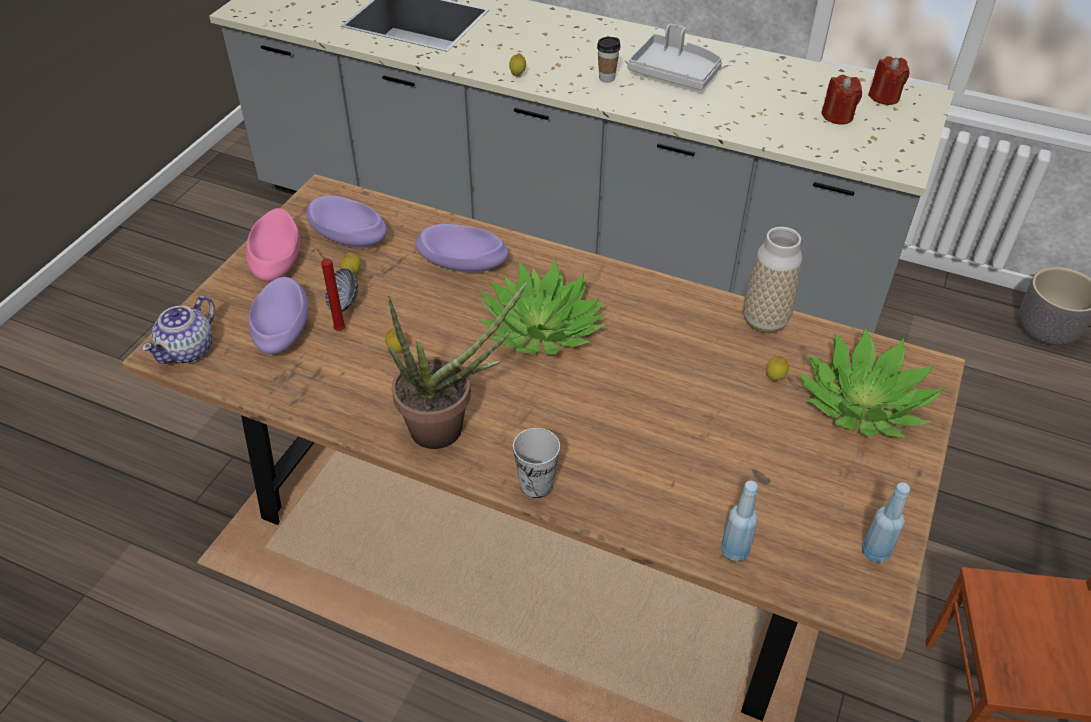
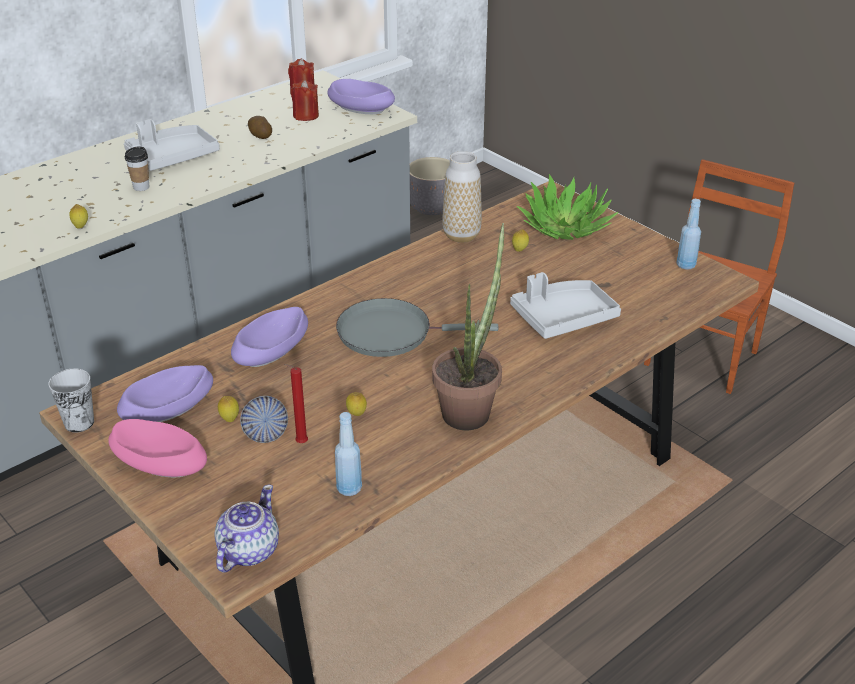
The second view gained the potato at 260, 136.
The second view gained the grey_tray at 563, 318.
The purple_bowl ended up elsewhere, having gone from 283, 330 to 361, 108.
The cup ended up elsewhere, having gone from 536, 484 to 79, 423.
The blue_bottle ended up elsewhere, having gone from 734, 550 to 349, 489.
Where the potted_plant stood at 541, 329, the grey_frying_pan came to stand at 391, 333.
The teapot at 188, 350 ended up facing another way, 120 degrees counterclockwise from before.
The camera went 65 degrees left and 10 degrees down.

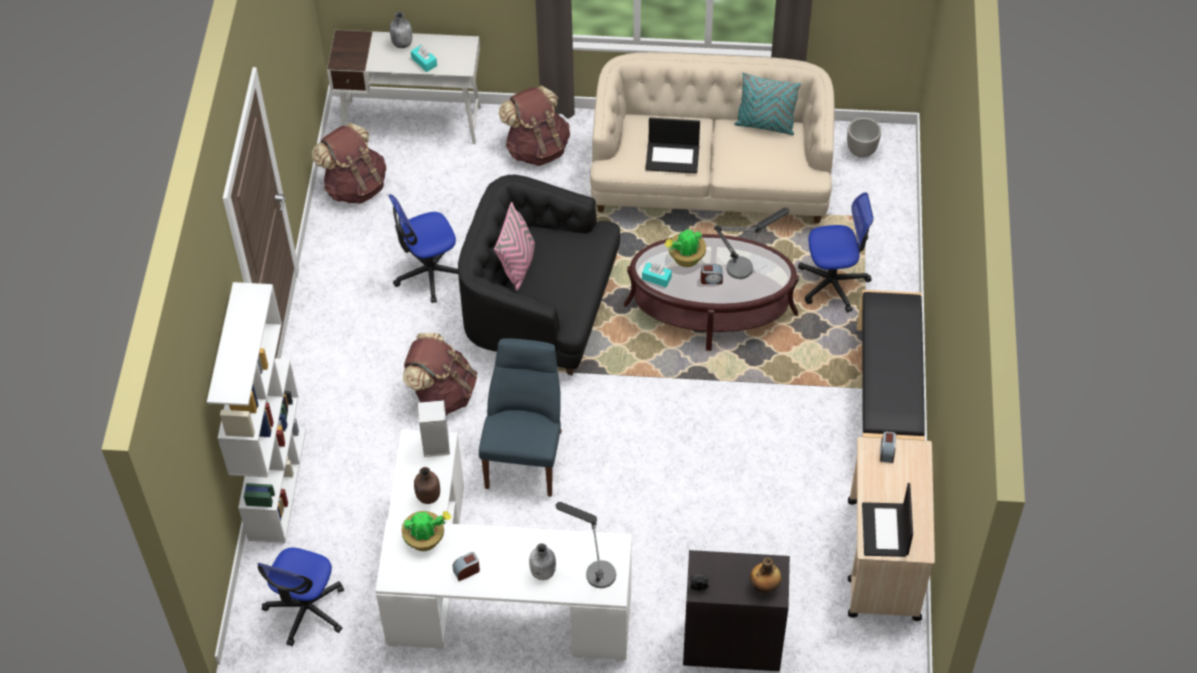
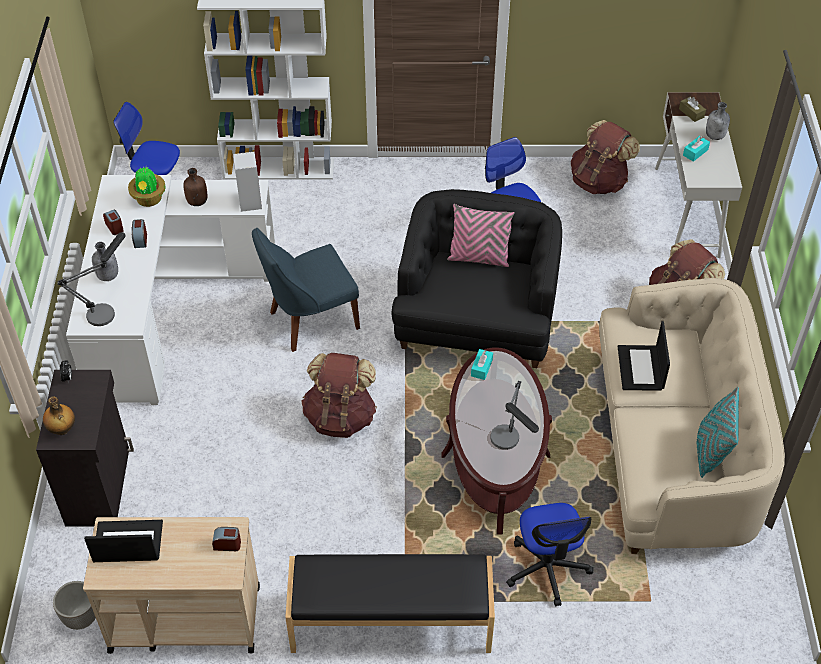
The second view lost the potted_plant at 685, 258.
The second view gained the brown_tissue_box at 691, 113.
The brown_backpack ended up elsewhere, having gone from 442, 393 to 340, 417.
The alarm_clock ended up elsewhere, having gone from 711, 279 to 140, 240.
The planter ended up elsewhere, having gone from 861, 151 to 81, 618.
The blue_chair at 525, 455 ended up facing another way, 150 degrees clockwise from before.
The camera went 85 degrees right and 5 degrees down.

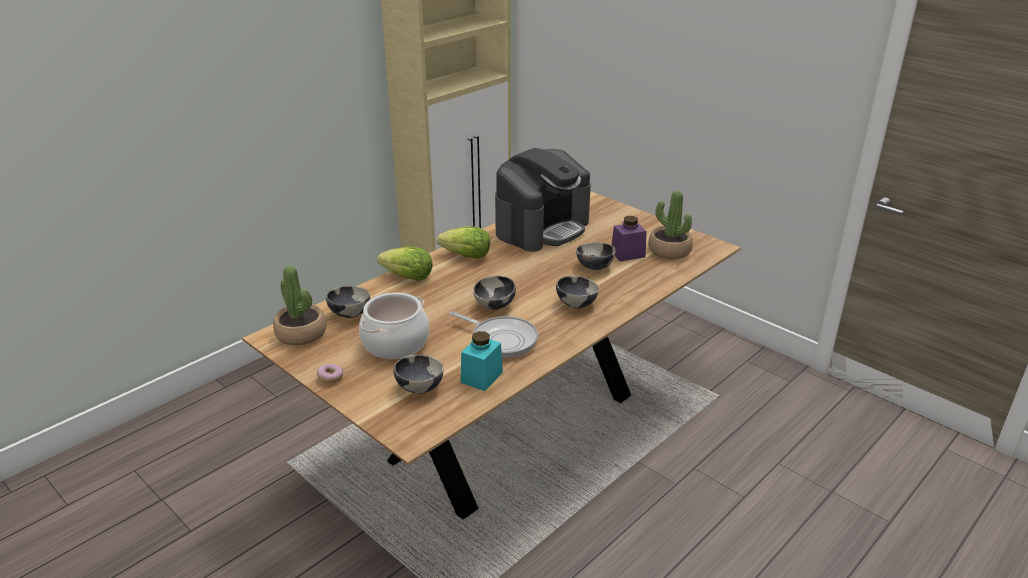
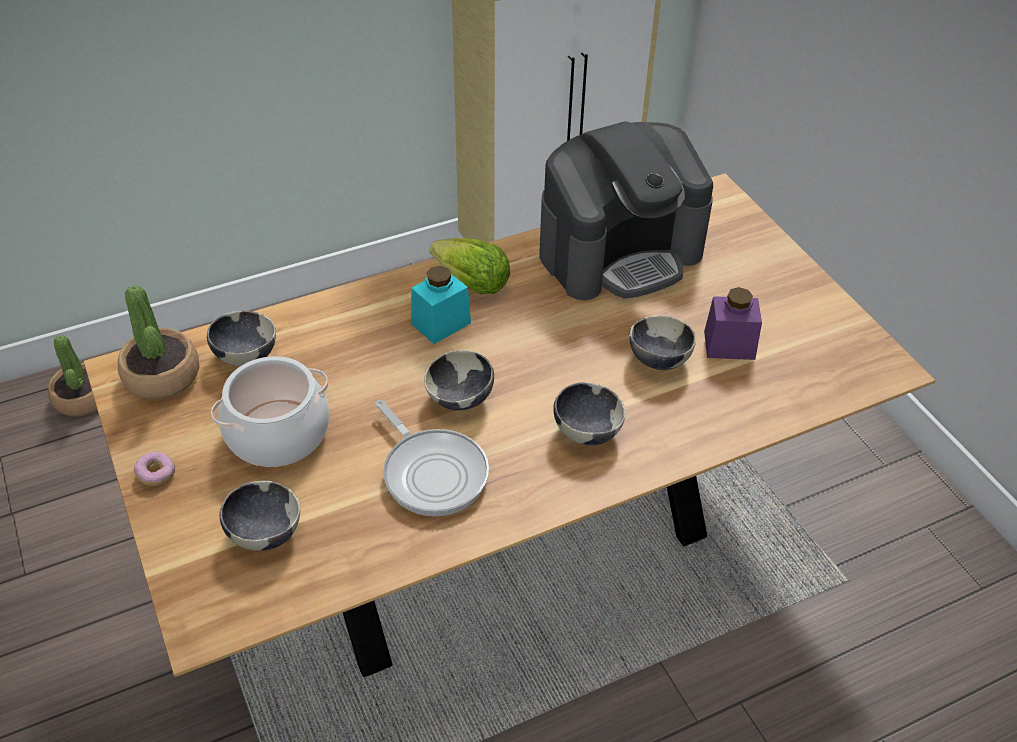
The second view lost the lettuce at 408, 277.
The turquoise_jar ended up elsewhere, having gone from 481, 377 to 441, 323.
The potted_plant ended up elsewhere, having gone from 669, 250 to 82, 398.
The camera went 20 degrees right and 15 degrees up.

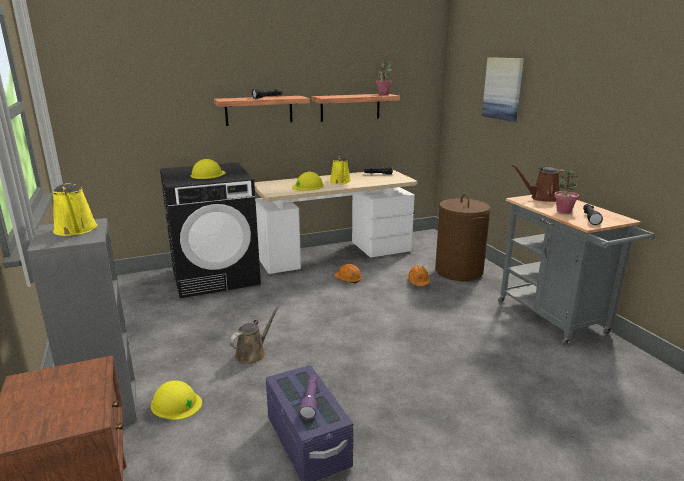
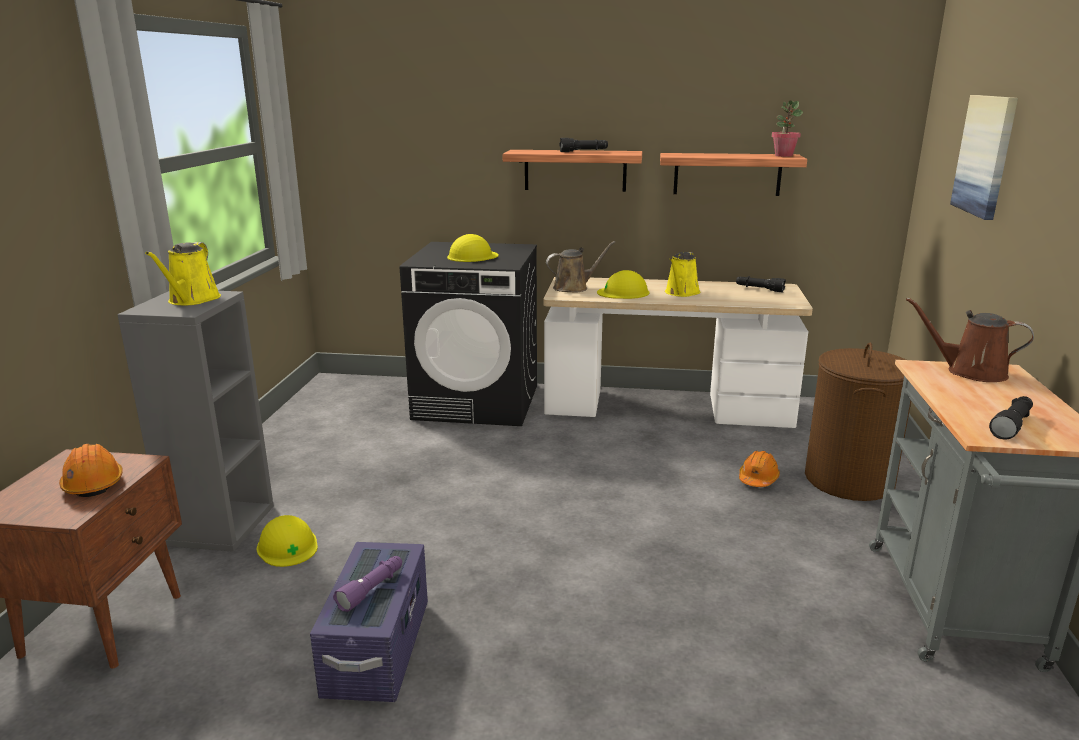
The second view lost the potted_plant at 563, 211.
The brown_watering_can ended up elsewhere, having gone from 253, 353 to 574, 288.
The orange_hard_hat ended up elsewhere, having gone from 348, 279 to 93, 483.
The camera went 30 degrees right and 0 degrees up.

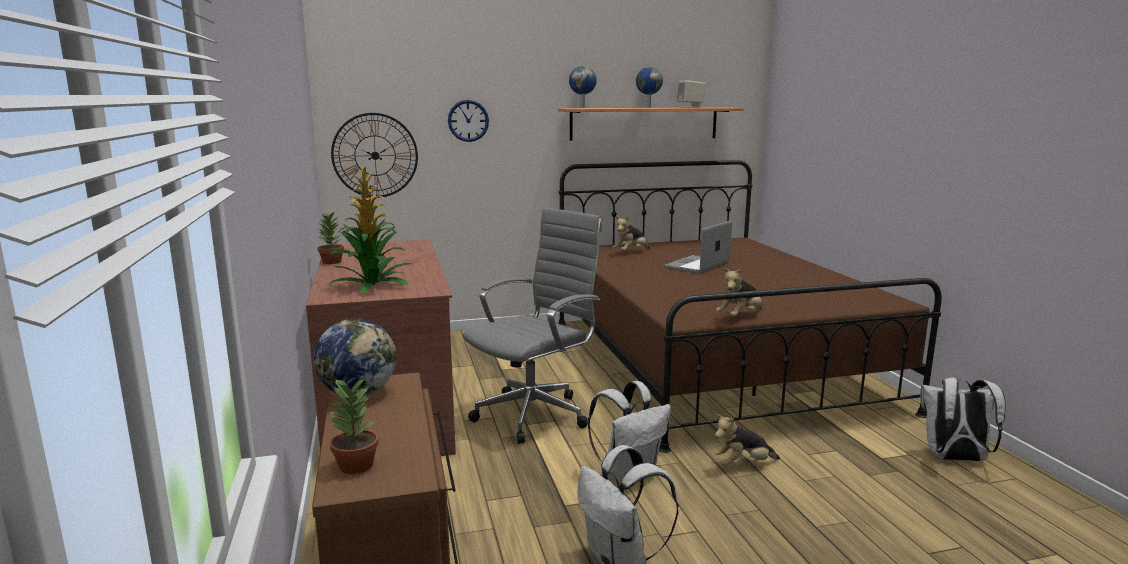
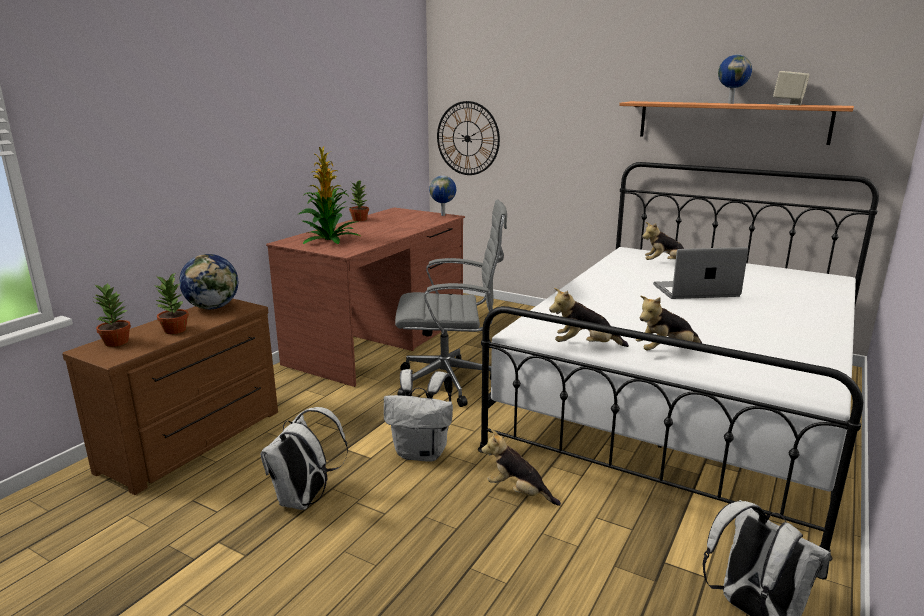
The second view lost the wall_clock at 468, 120.
The second view gained the potted_plant at 175, 330.
The second view gained the plush_toy at 665, 351.
The globe ended up elsewhere, having gone from 582, 108 to 443, 215.
What was the brown_bed at 712, 362 turned into the white_bed at 683, 402.
The camera went 45 degrees right and 5 degrees up.

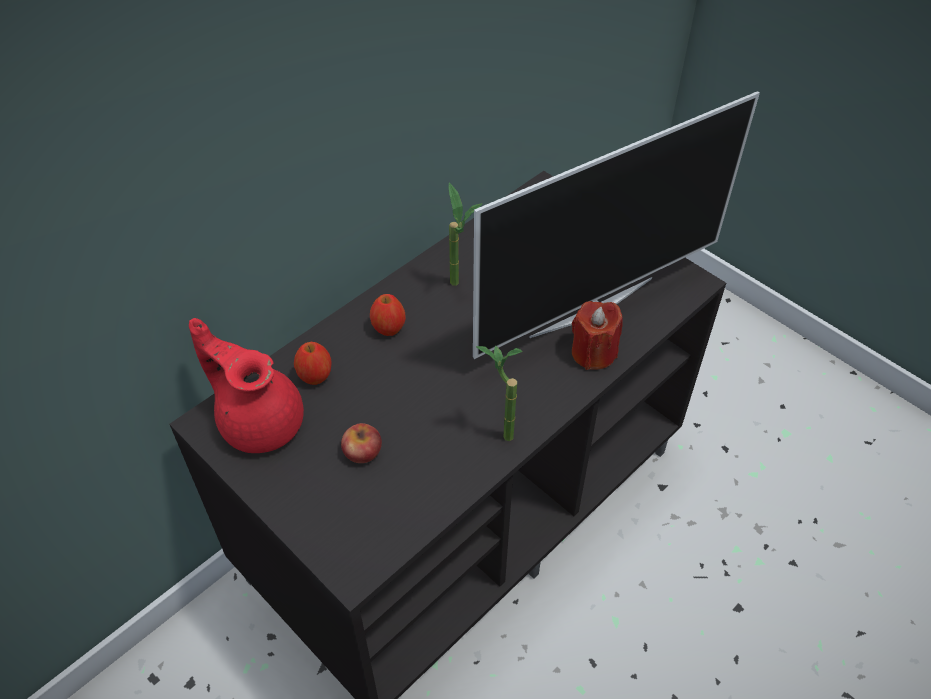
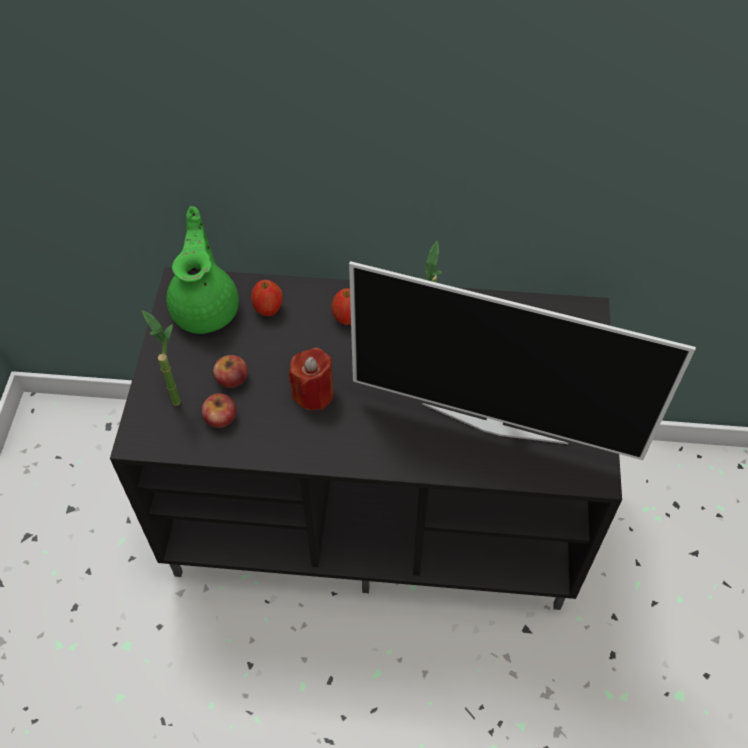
The second view gained the apple at 220, 417.
The potted_plant ended up elsewhere, having gone from 498, 433 to 174, 395.
The red_candle ended up elsewhere, having gone from 593, 353 to 313, 393.
What was the red_teapot at 259, 420 turned into the green_teapot at 206, 308.
The camera went 50 degrees right and 5 degrees up.

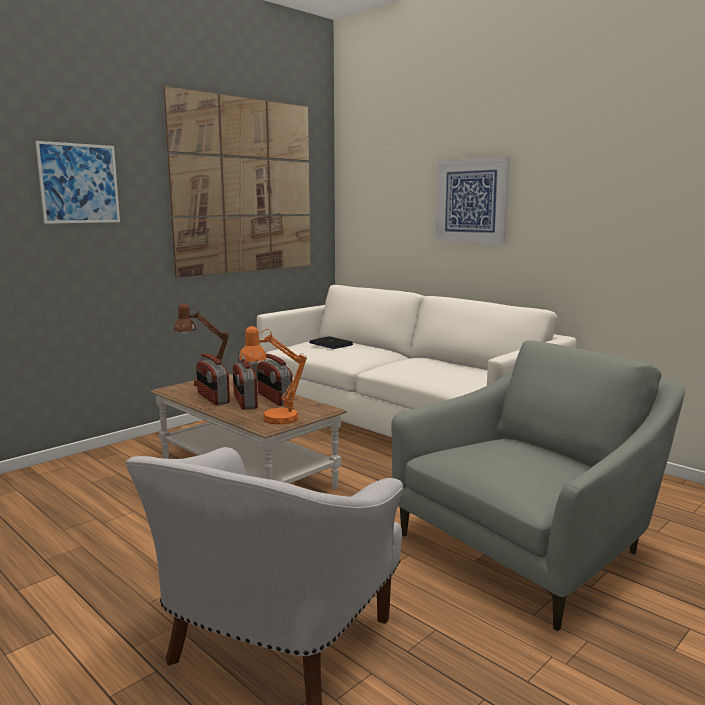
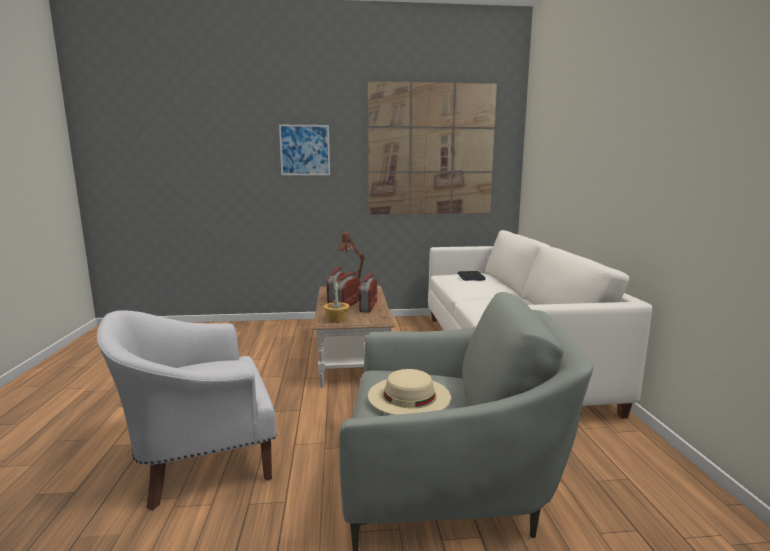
The second view lost the picture at 471, 201.
The second view gained the beige_hat at 409, 395.
Where the orange_table_lamp stood at 273, 419, the potted_plant came to stand at 337, 319.
The camera went 40 degrees right and 0 degrees up.

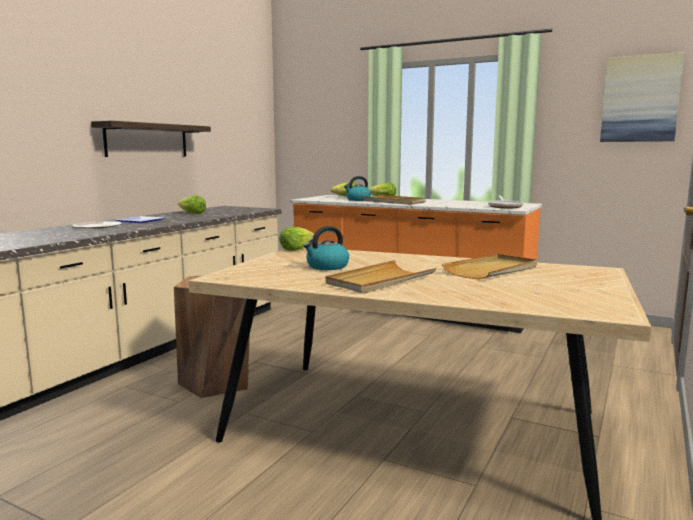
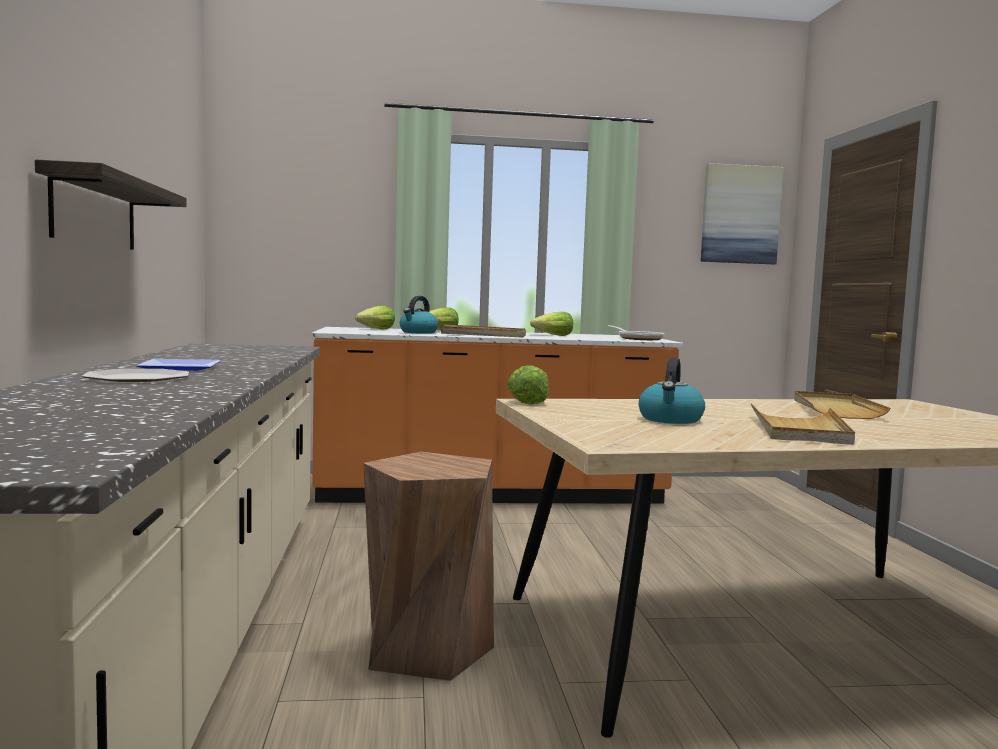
The lettuce ended up elsewhere, having gone from 191, 213 to 553, 335.
The camera went 35 degrees left and 5 degrees down.

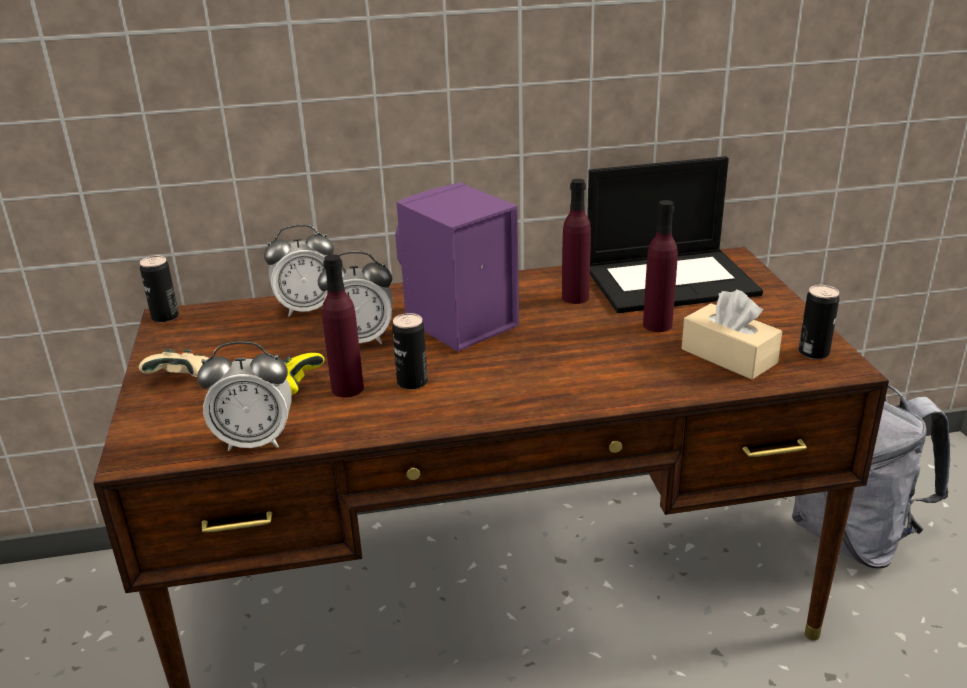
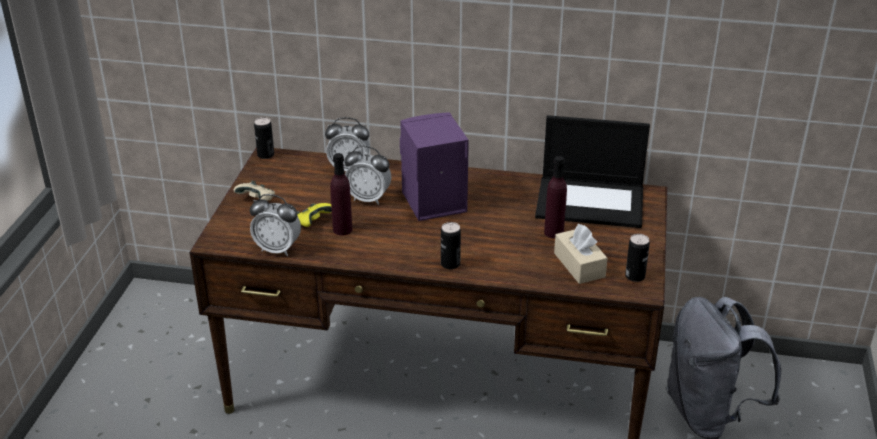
The second view lost the purple_bottle at 575, 297.
The can ended up elsewhere, having gone from 412, 382 to 450, 264.
The camera went 20 degrees right and 5 degrees up.

